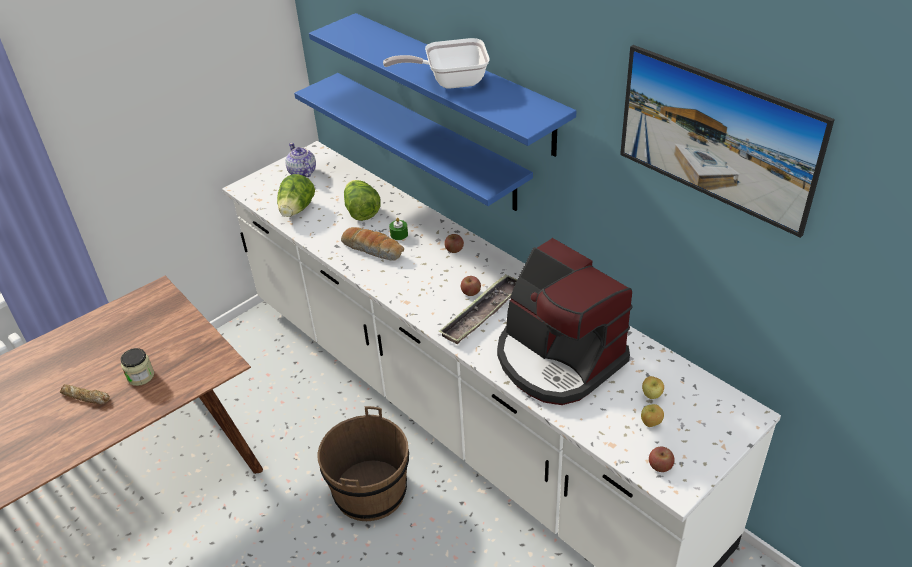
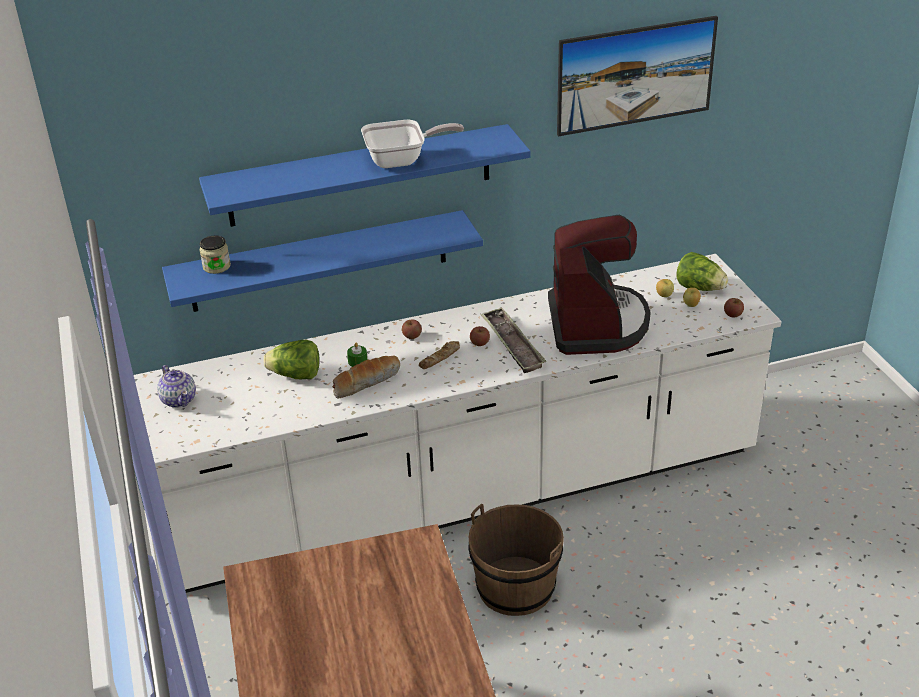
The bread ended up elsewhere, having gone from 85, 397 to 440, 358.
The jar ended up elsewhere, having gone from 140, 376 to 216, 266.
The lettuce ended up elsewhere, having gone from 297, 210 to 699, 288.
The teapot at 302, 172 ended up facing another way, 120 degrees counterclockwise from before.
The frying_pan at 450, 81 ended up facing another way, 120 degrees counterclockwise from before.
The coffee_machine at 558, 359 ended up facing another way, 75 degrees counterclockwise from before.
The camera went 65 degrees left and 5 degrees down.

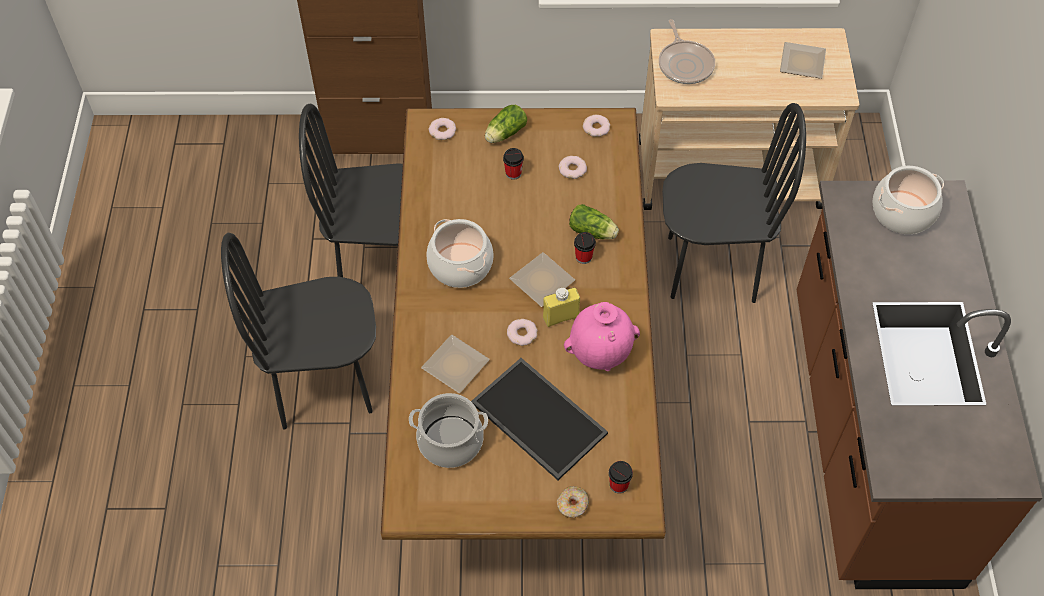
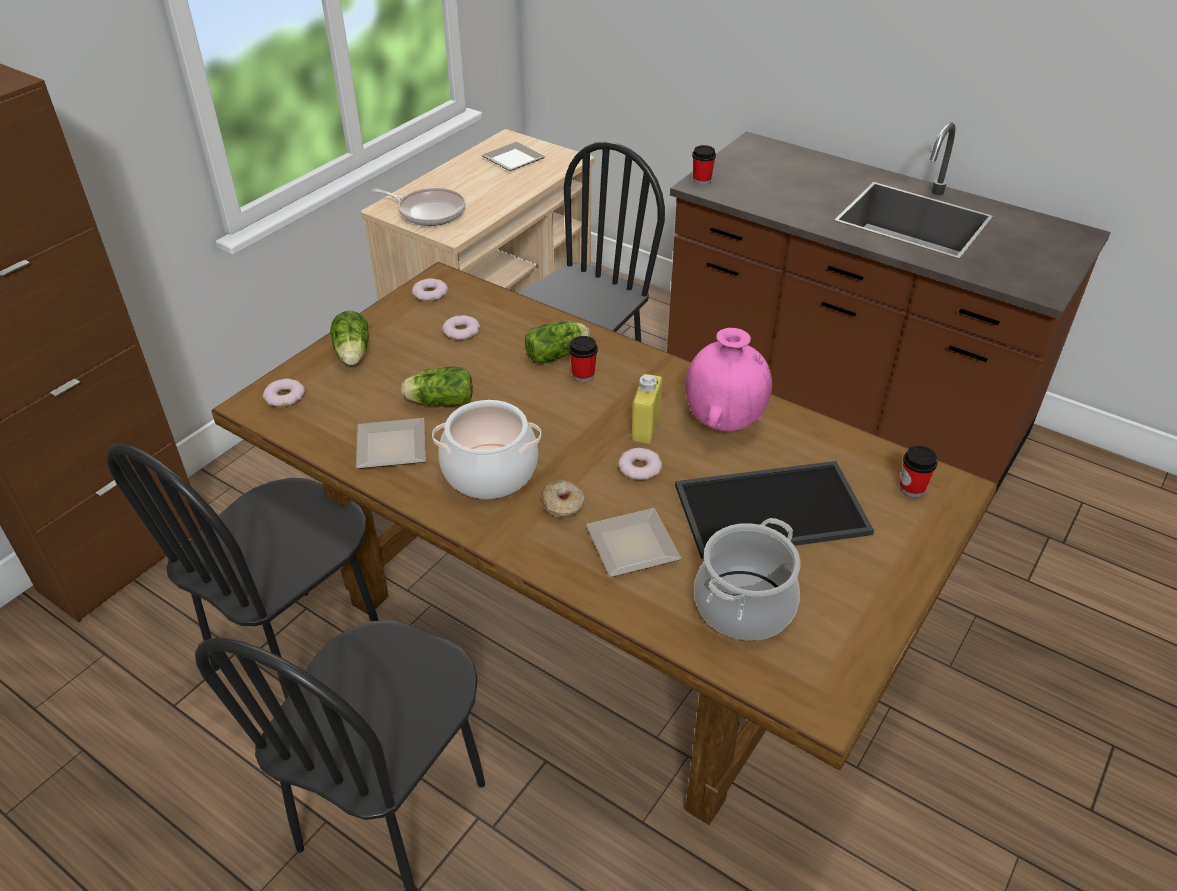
The second view lost the cooking_pot at 903, 212.
The second view gained the lettuce at 438, 402.
The cup ended up elsewhere, having gone from 513, 173 to 702, 180.
The plate ended up elsewhere, having gone from 542, 279 to 389, 446.
The donut ended up elsewhere, having gone from 572, 505 to 563, 505.
The camera went 55 degrees left and 15 degrees down.

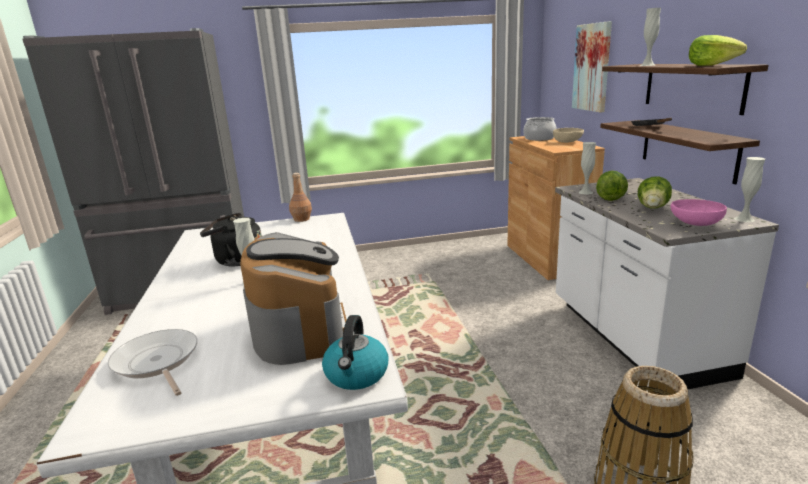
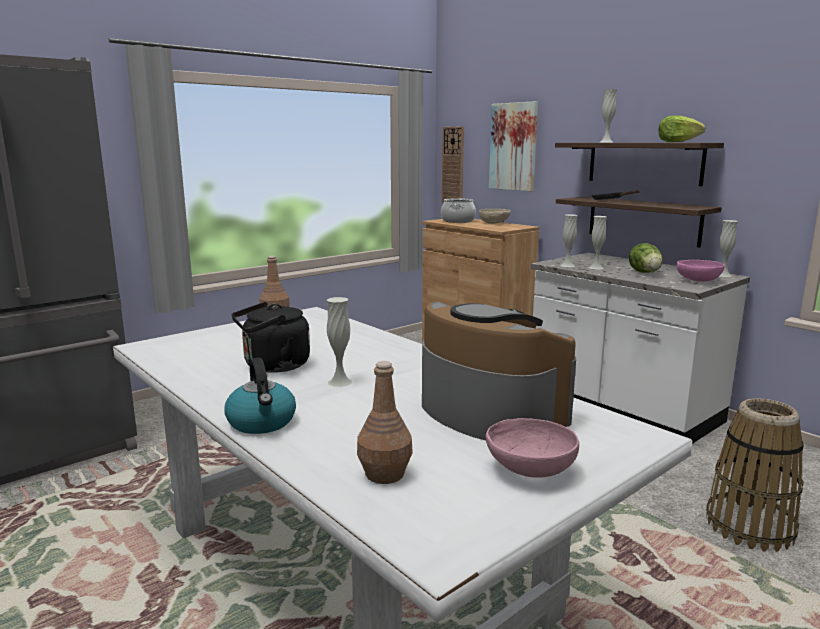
The second view gained the wall_clock at 453, 165.
The second view gained the pink_bowl at 529, 471.
The kettle ended up elsewhere, having gone from 356, 375 to 262, 422.
Where the frying_pan stood at 157, 362, the brown_bottle came to stand at 385, 474.
Where the lettuce stood at 610, 197, the white_vase came to stand at 596, 268.
The camera went 30 degrees left and 5 degrees down.

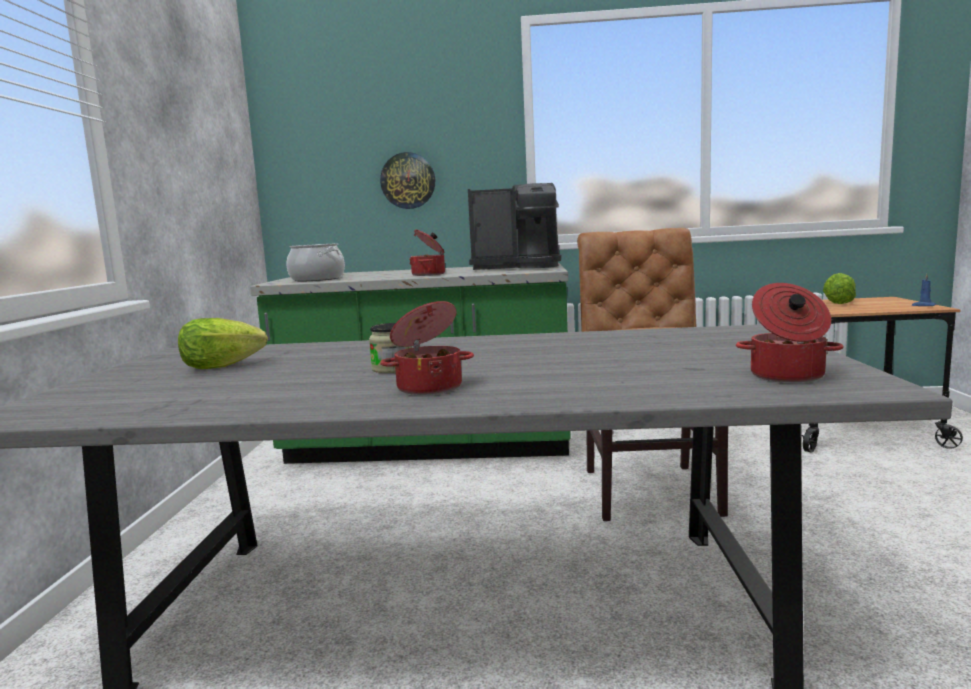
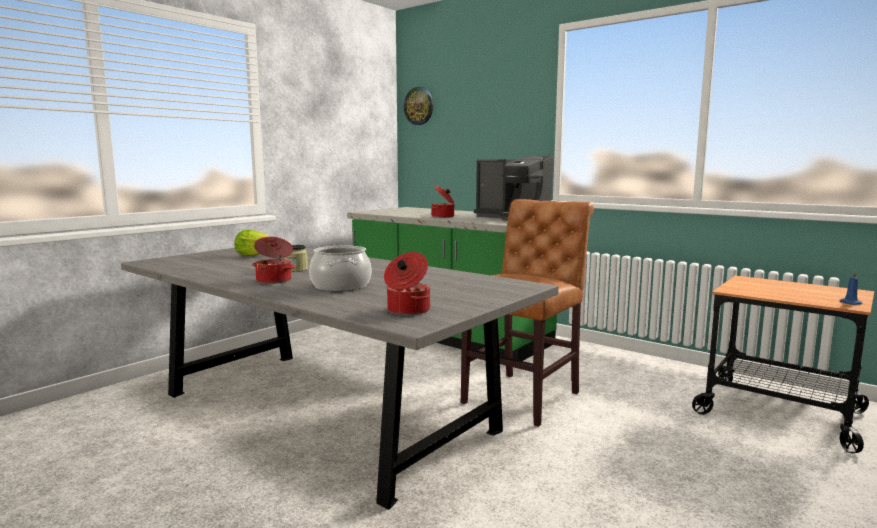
The second view lost the lettuce at 838, 302.
The cooking_pot ended up elsewhere, having gone from 316, 279 to 340, 286.
The wall_clock ended up elsewhere, having gone from 408, 181 to 419, 106.
The camera went 35 degrees right and 0 degrees up.

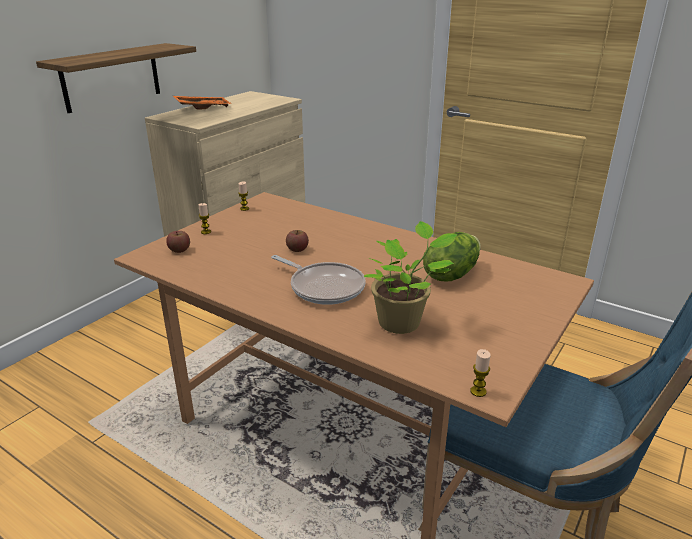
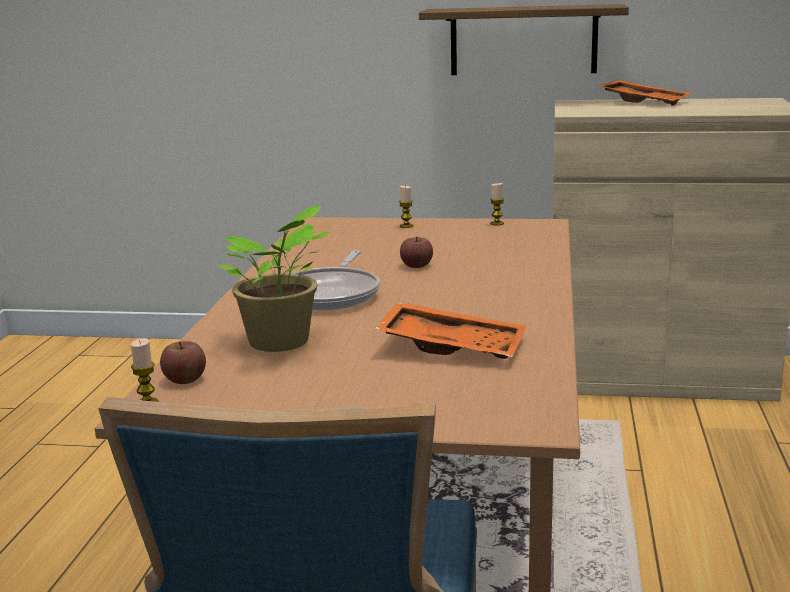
The apple ended up elsewhere, having gone from 179, 250 to 185, 379.
Where the lettuce stood at 450, 274, the orange_tray came to stand at 453, 346.
The camera went 65 degrees right and 10 degrees down.

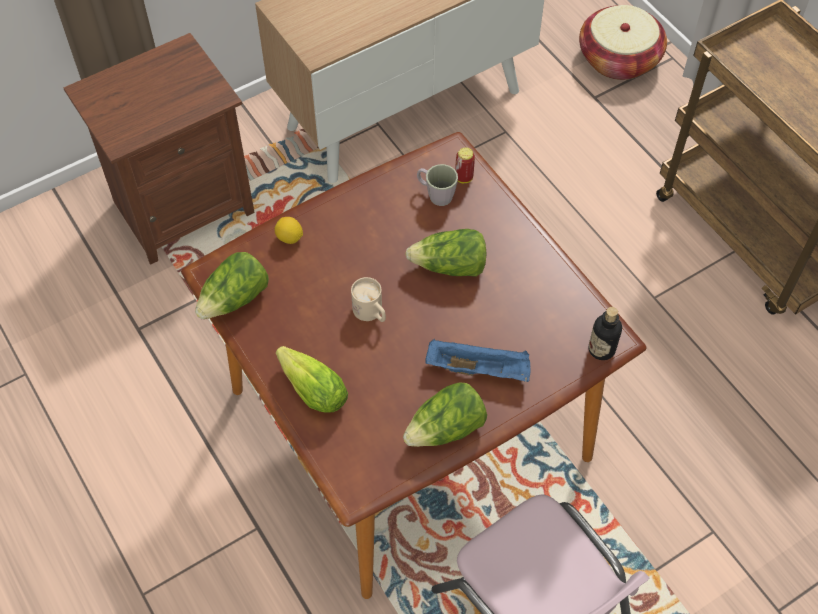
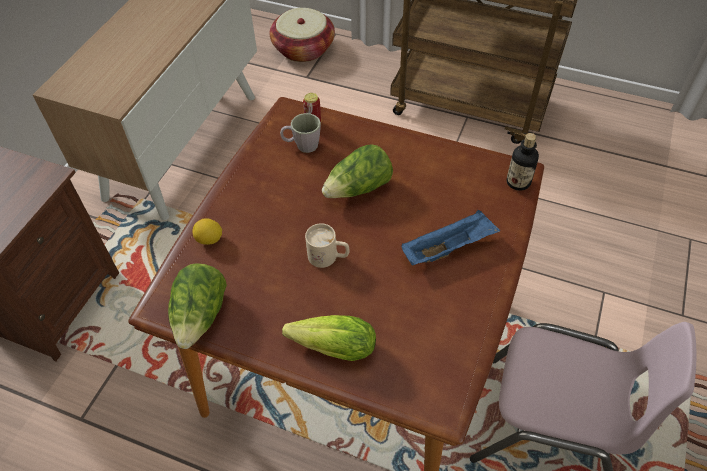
The second view lost the lettuce at 446, 429.
The camera went 35 degrees left and 5 degrees down.

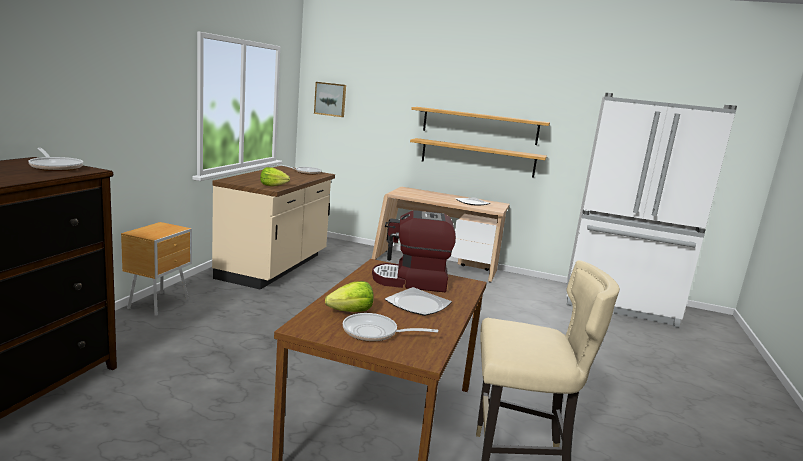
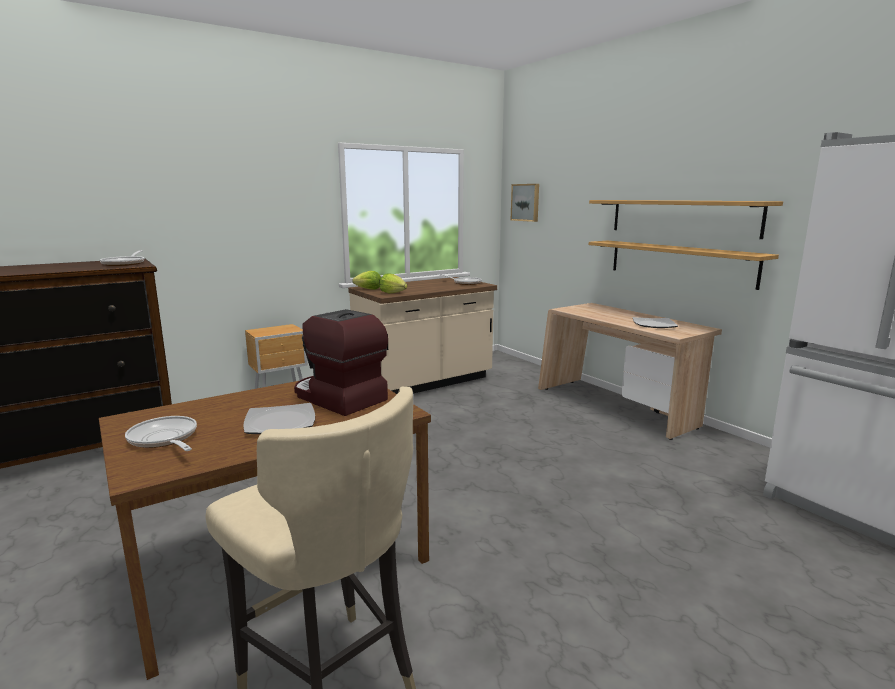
The lettuce ended up elsewhere, having gone from 351, 311 to 368, 289.
The camera went 40 degrees right and 0 degrees up.

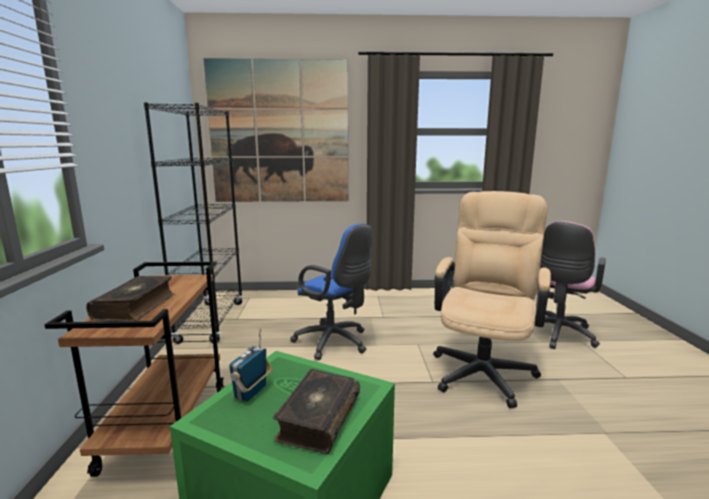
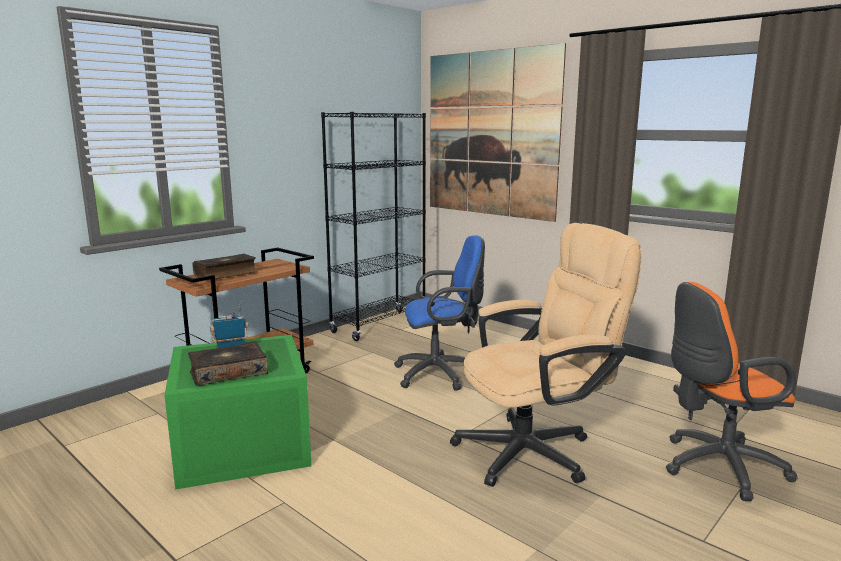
What was the pink_office_chair at 556, 335 turned into the orange_office_chair at 716, 467.
The blue_office_chair at 335, 343 ended up facing another way, 90 degrees counterclockwise from before.
The camera went 45 degrees right and 0 degrees up.

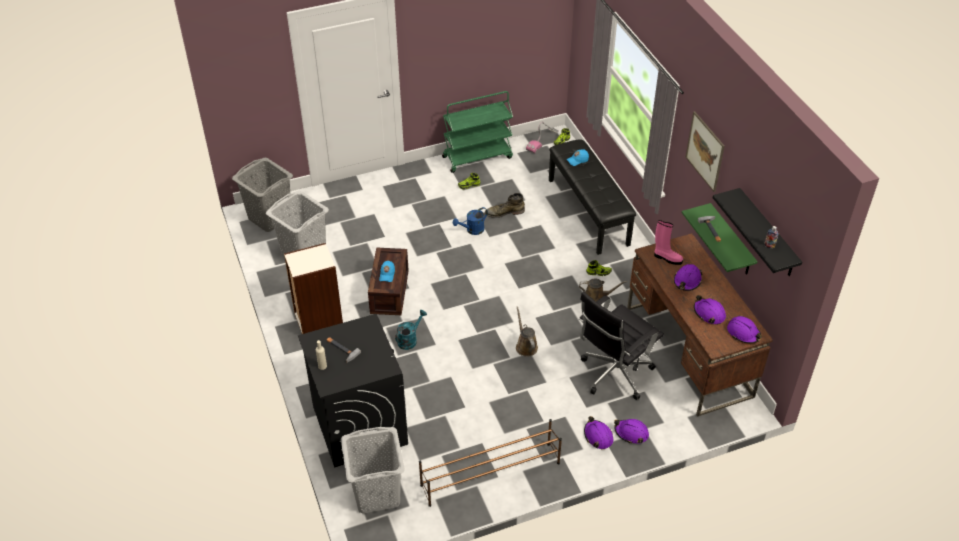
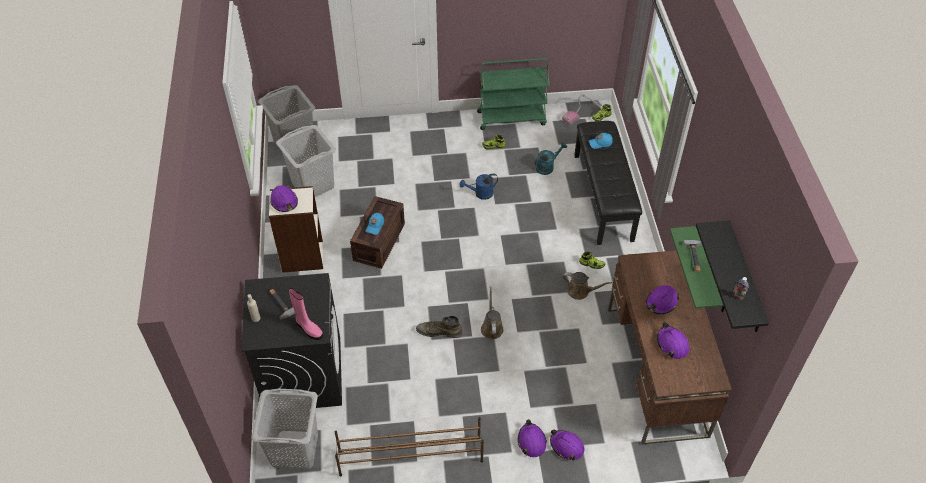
The second view lost the black_office_chair at 613, 375.
The second view lost the picture at 705, 151.
The turquoise_watering_can ended up elsewhere, having gone from 409, 339 to 547, 167.
The green_boot ended up elsewhere, having gone from 504, 212 to 439, 331.
The pink_boot ended up elsewhere, having gone from 667, 258 to 308, 328.
The purple_hard_hat ended up elsewhere, having gone from 743, 333 to 284, 202.
The camera went 15 degrees right and 5 degrees up.

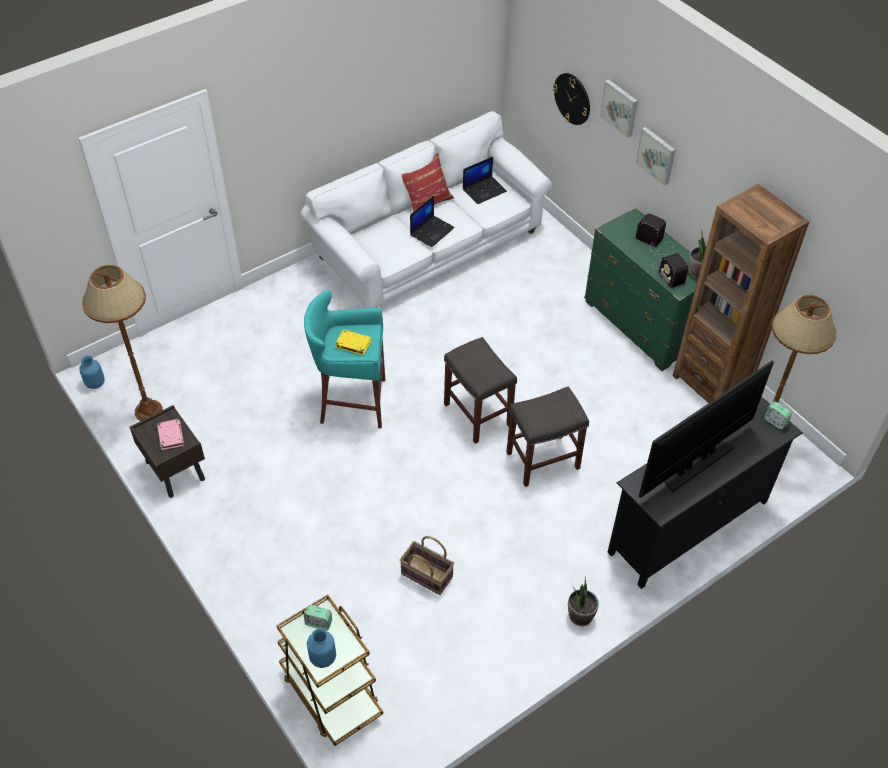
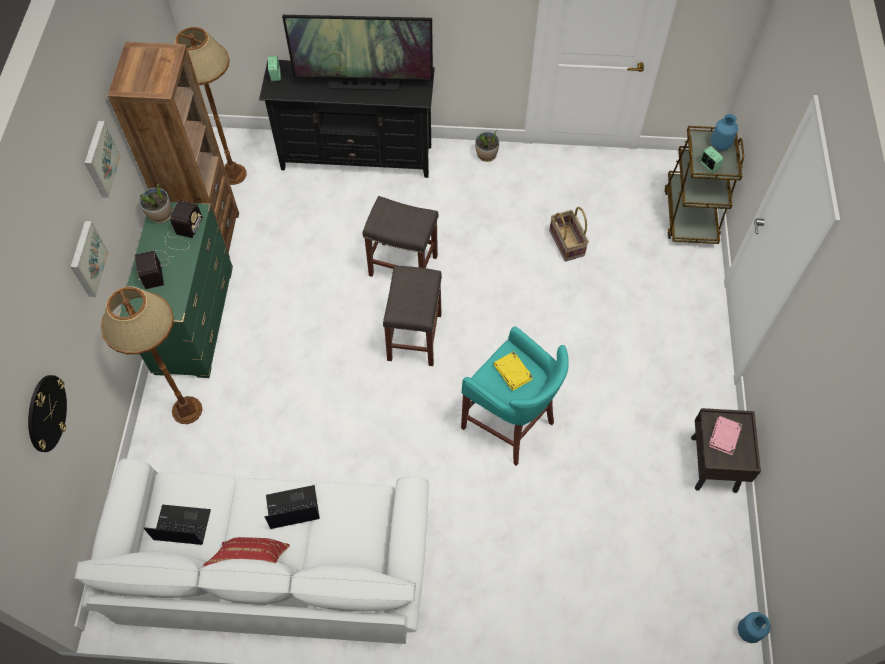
The brown_floor_lamp ended up elsewhere, having gone from 149, 411 to 186, 410.
The picture ended up elsewhere, having gone from 620, 107 to 100, 159.
The camera went 140 degrees left and 10 degrees up.

